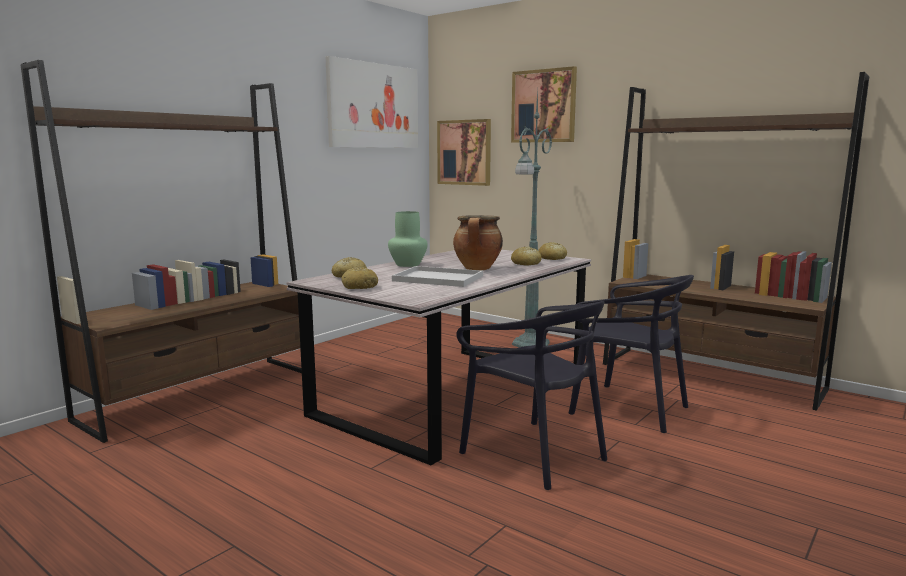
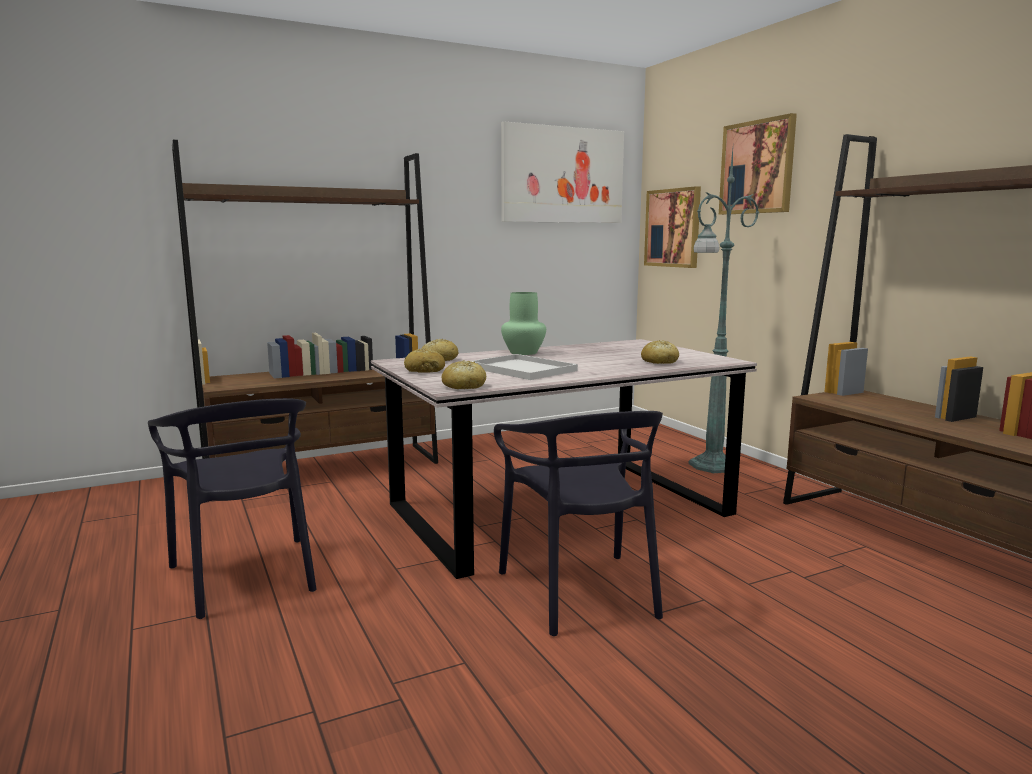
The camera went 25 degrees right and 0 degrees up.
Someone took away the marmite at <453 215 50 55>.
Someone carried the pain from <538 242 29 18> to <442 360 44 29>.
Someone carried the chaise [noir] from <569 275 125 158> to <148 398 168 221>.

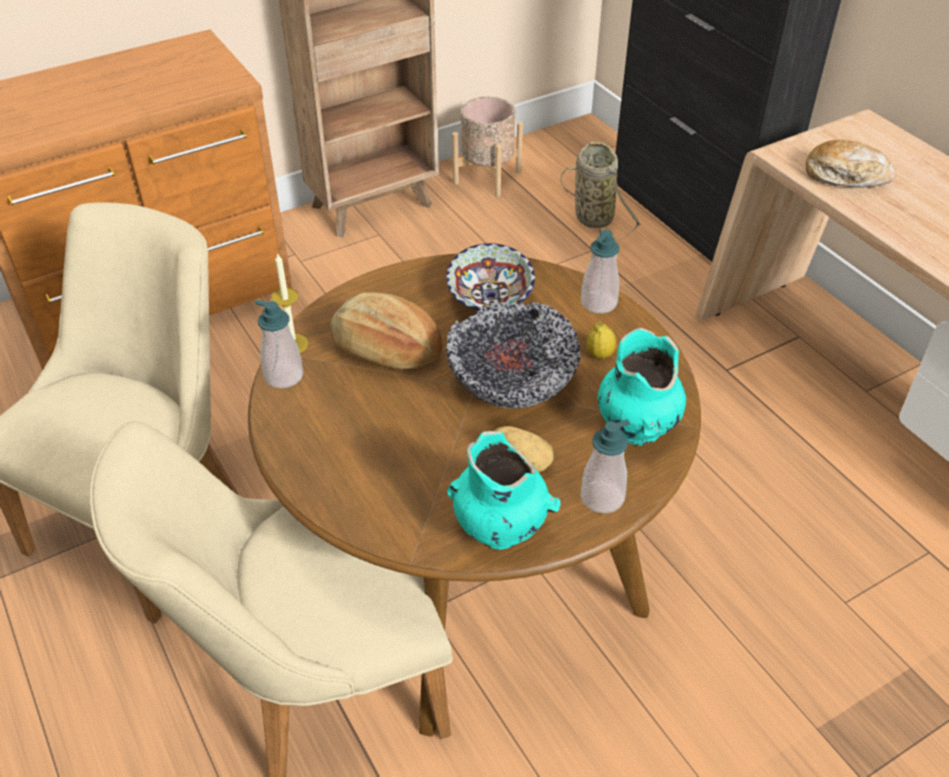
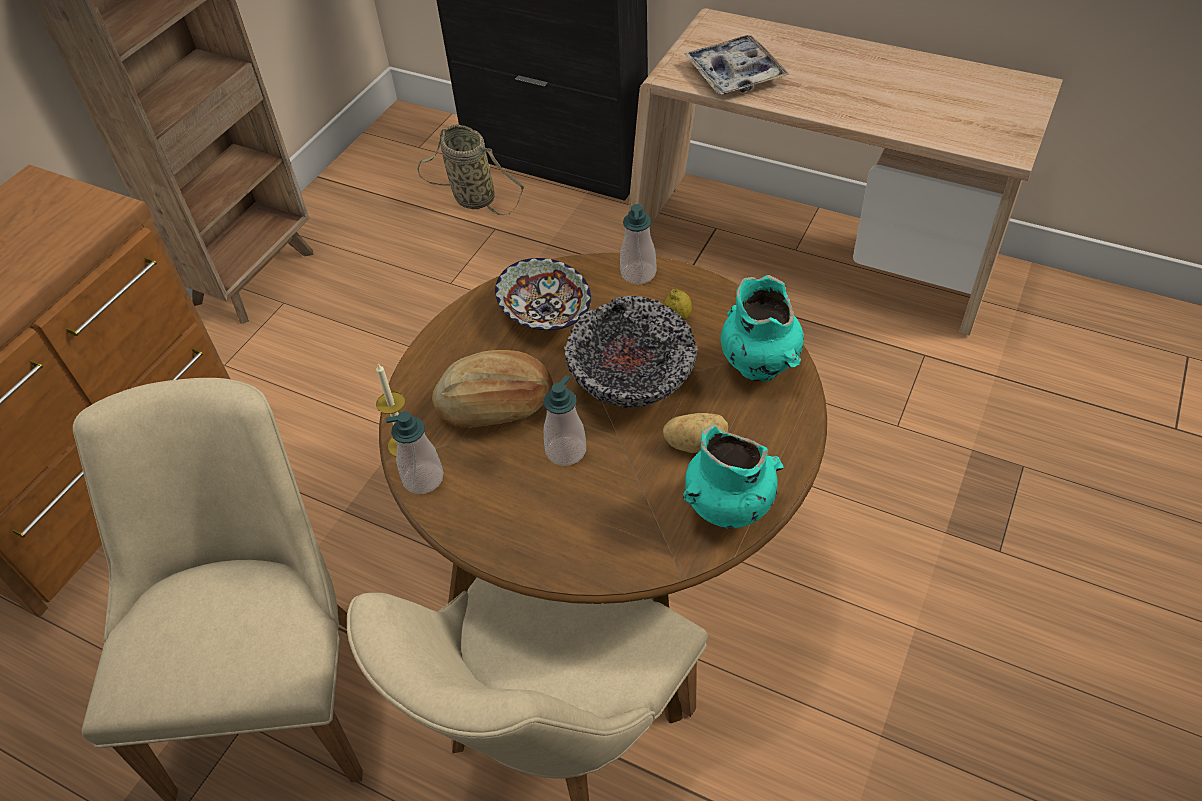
The camera went 30 degrees left and 5 degrees up.
Someone took away the cache-pot [beige] at <452 97 71 100>.
Someone carried the distributeur de savon from <581 419 49 95> to <544 375 42 91>.
Someone swapped the pain at <806 140 90 48> for the plateau at <684 35 105 60>.

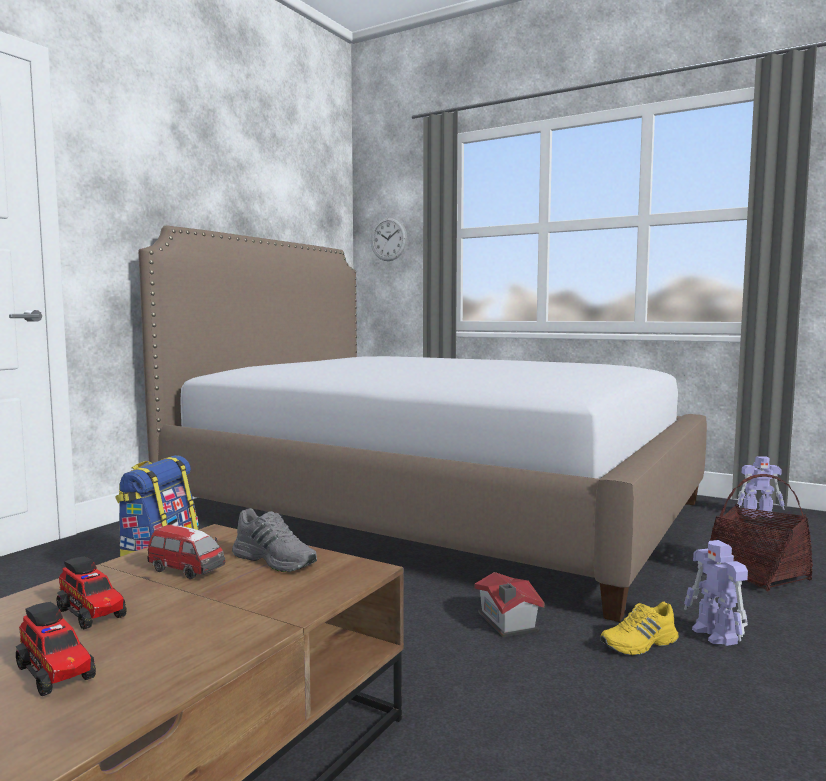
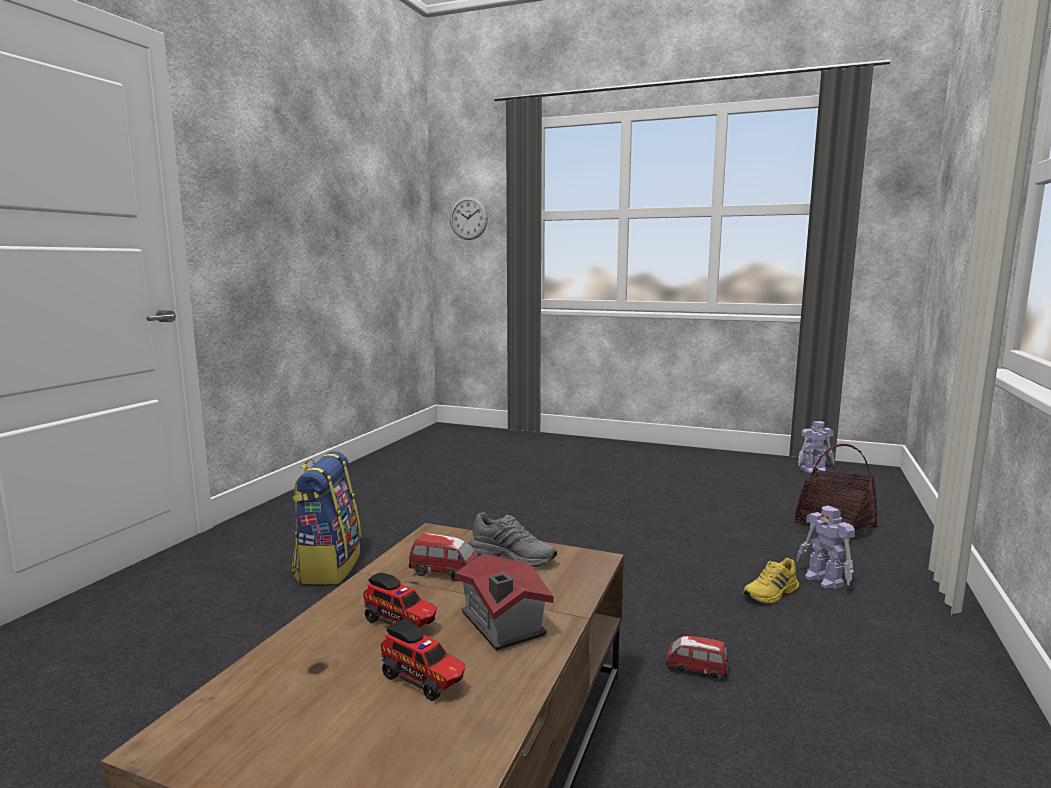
The camera went 10 degrees left and 5 degrees up.
Someone took away the lit at <138 225 569 397>.
Someone carried the maison miniature from <474 572 70 65> to <455 554 99 97>.
Someone put down the petite voiture at <666 636 62 45>.

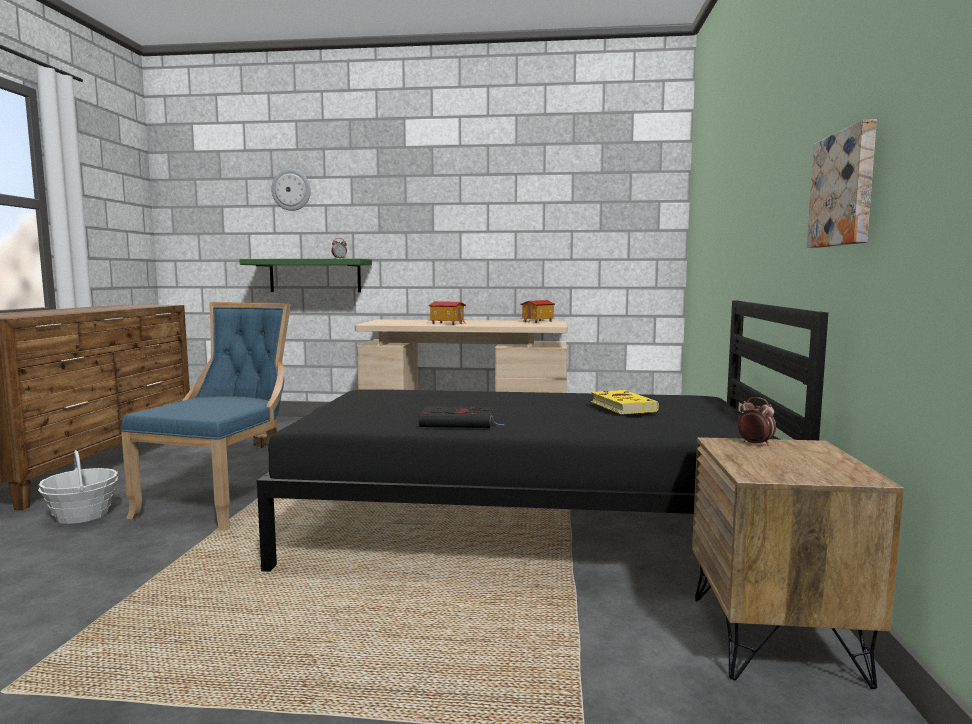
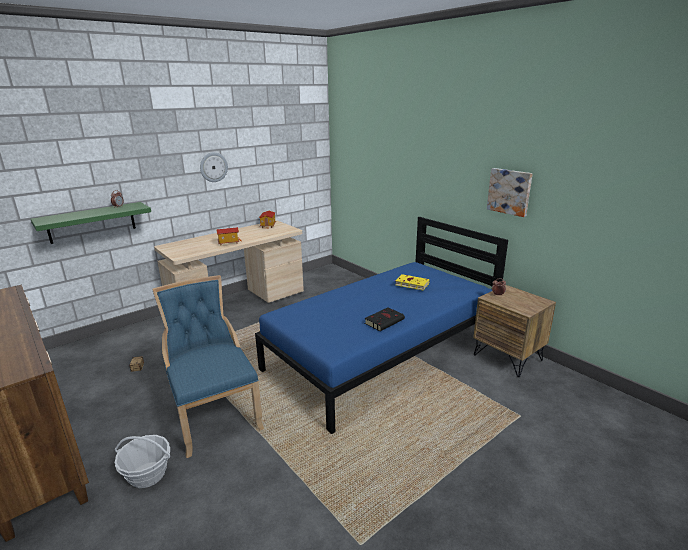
The camera went 45 degrees left and 15 degrees up.
Someone repainted the lit [noir] at <257 300 571 272>, which became the lit [bleu] at <255 217 253 217>.
Someone carried the horloge murale from <271 169 40 42> to <200 152 28 30>.

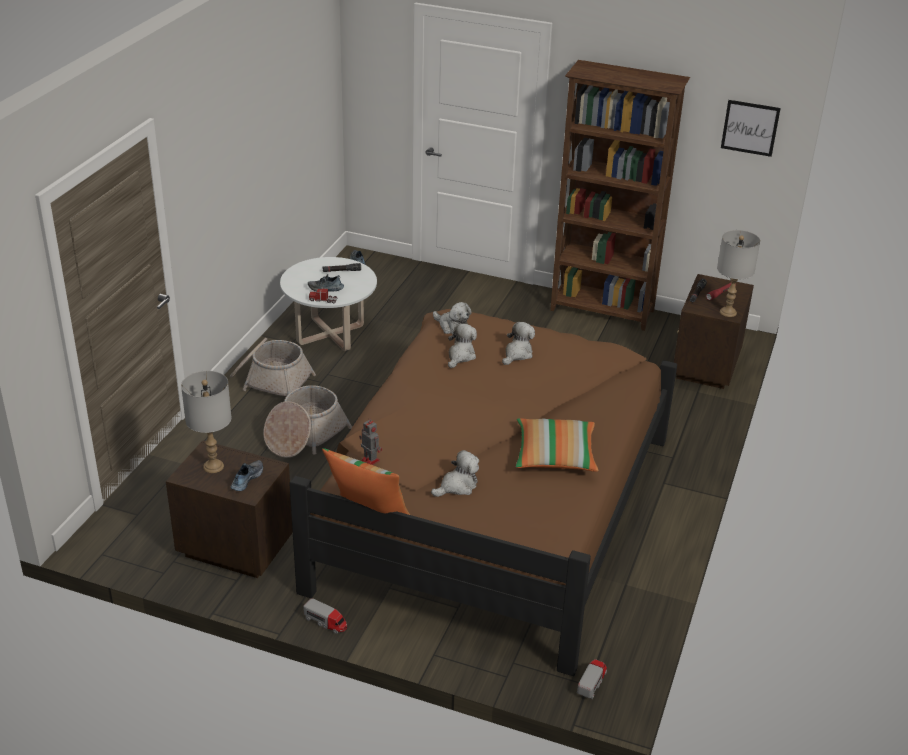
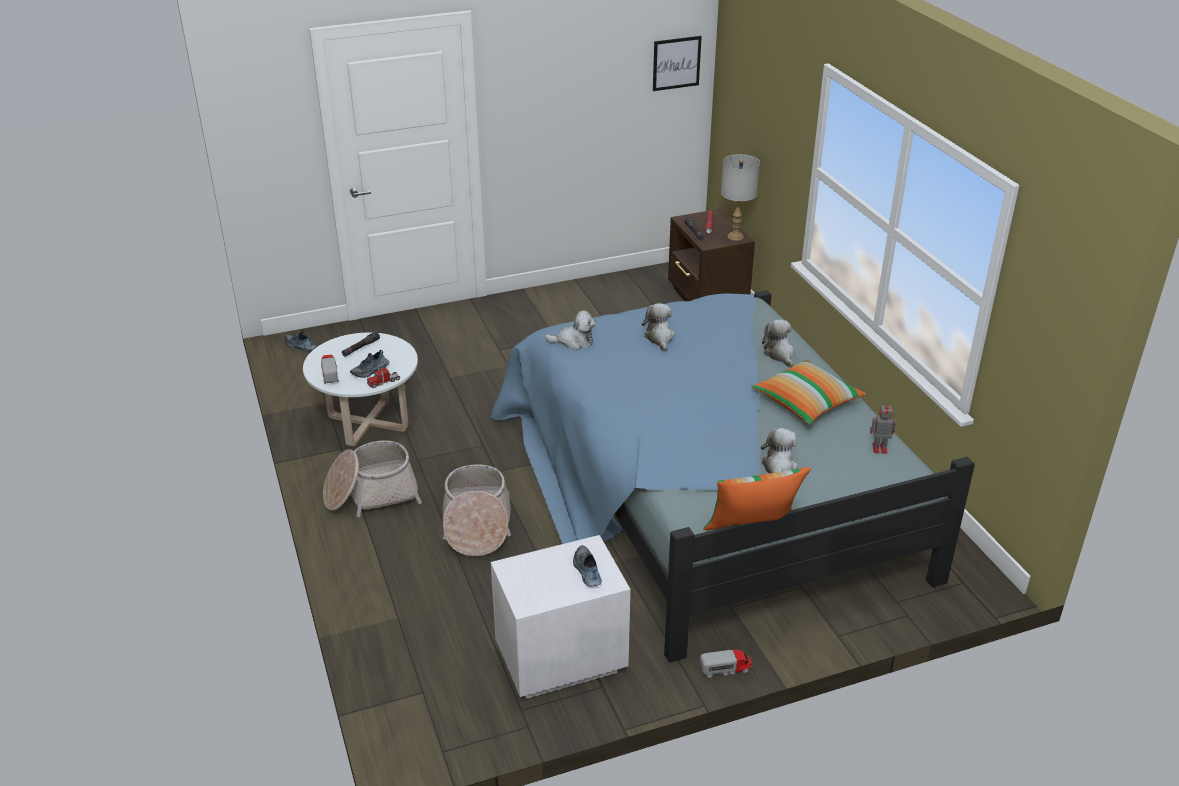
The camera went 40 degrees left and 0 degrees up.
Someone repainted the table de chevet [marron] at <166 440 127 138>, which became the table de chevet [blanc] at <491 535 140 164>.
Someone took away the lampe de table [gris] at <181 371 50 102>.
Someone repainted the lit [marron] at <289 309 388 367>, which became the lit [bleu] at <491 290 484 373>.
Someone carried the robot jouet from <359 418 23 47> to <870 402 26 52>.
Someone carried the peluche from <448 324 29 44> to <762 319 33 48>.
Someone took away the bibliothèque [marron] at <550 60 140 271>.
Someone carried the camion jouet from <577 659 30 40> to <321 354 18 30>.

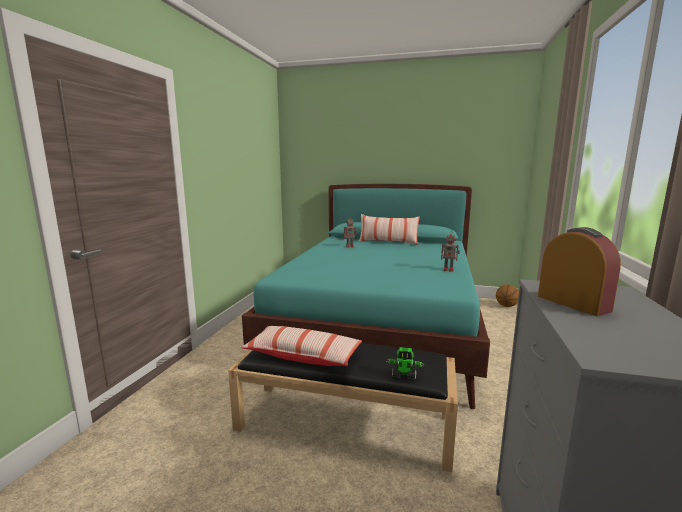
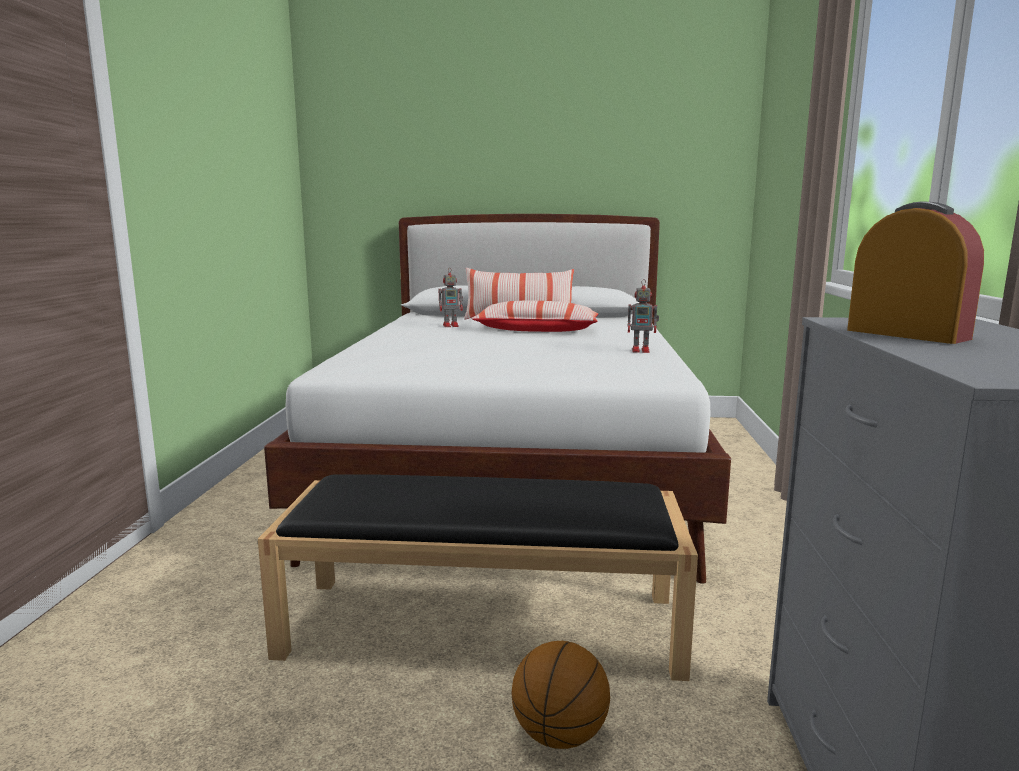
The camera went 10 degrees left and 0 degrees up.
Someone carried the coussin from <241 326 121 40> to <471 300 127 32>.
Someone repainted the lit [turquoise] at <242 184 248 225>, which became the lit [blanc] at <264 214 467 370>.
Someone took away the robot jouet at <386 347 38 34>.
Someone carried the ballon de basket from <496 285 23 22> to <512 641 98 108>.

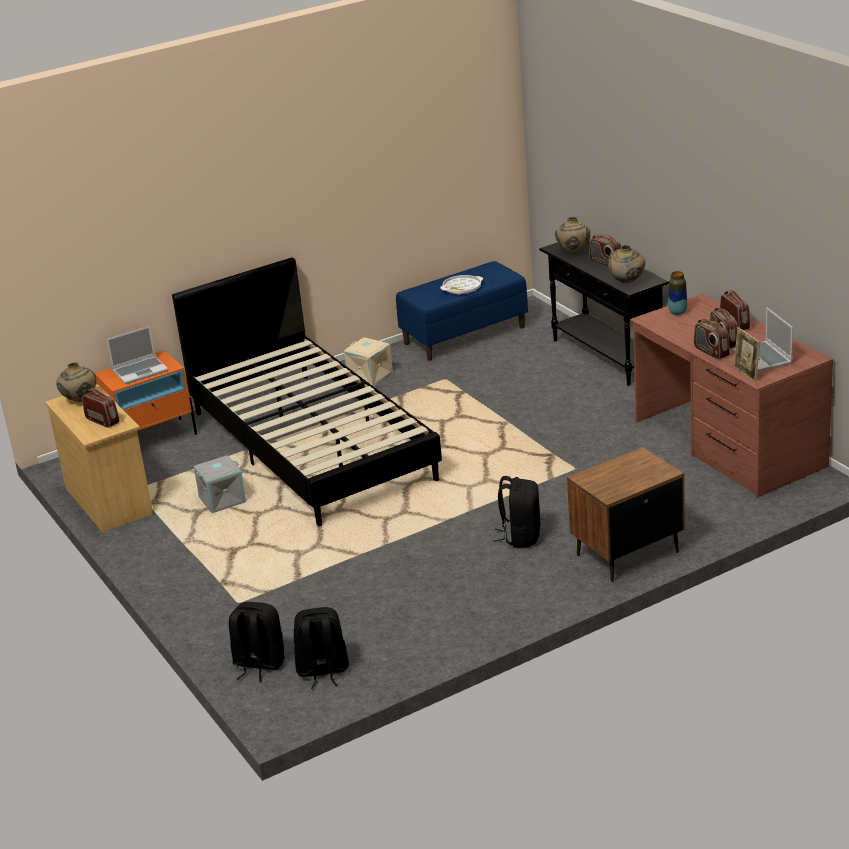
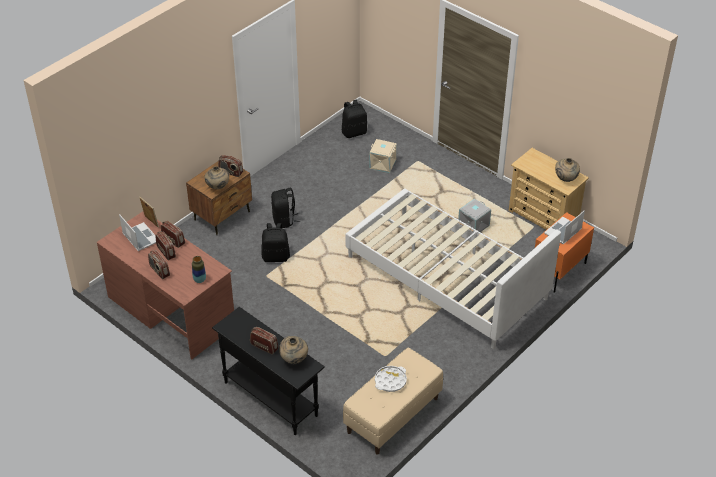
The camera went 160 degrees right and 15 degrees up.
Someone carried the radio from <82 388 38 40> to <218 155 25 22>.
Someone repainted the lit [noir] at <172 257 270 269>, which became the lit [blanc] at <345 188 216 161>.
Someone carried the sac à dos [noir] from <229 602 56 80> to <261 223 29 39>.
Someone carried the boîte de rangement [beige] from <343 337 50 50> to <369 139 28 34>.
Someone repainted the banc [bleu] at <396 261 132 100>, which became the banc [beige] at <343 348 100 106>.
Someone carried the vase [beige] from <608 245 37 38> to <204 166 25 24>.

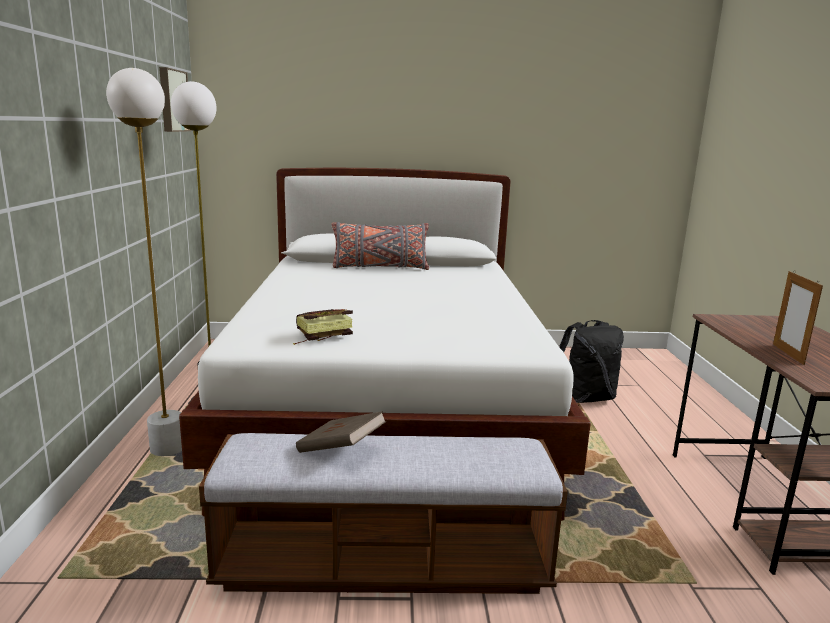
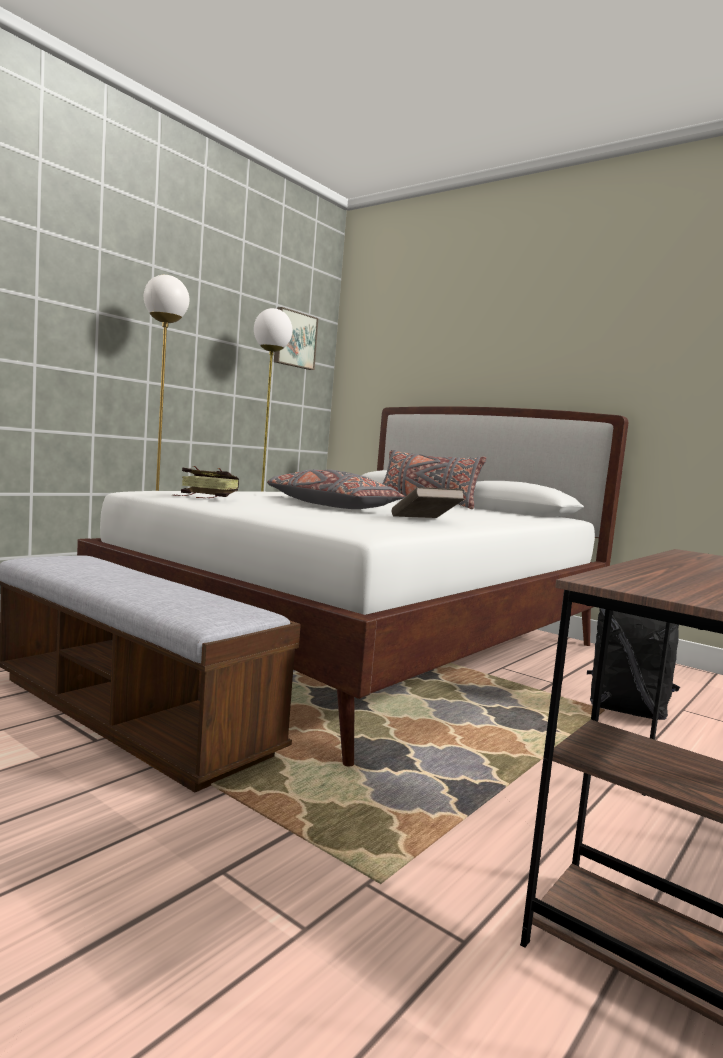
The camera went 40 degrees right and 10 degrees down.
Someone carried the livre [marron] from <296 411 90 42> to <392 487 73 31>.
Someone took away the cadre photo at <773 270 50 95>.
Someone put down the coussin [gris] at <267 469 138 40>.

